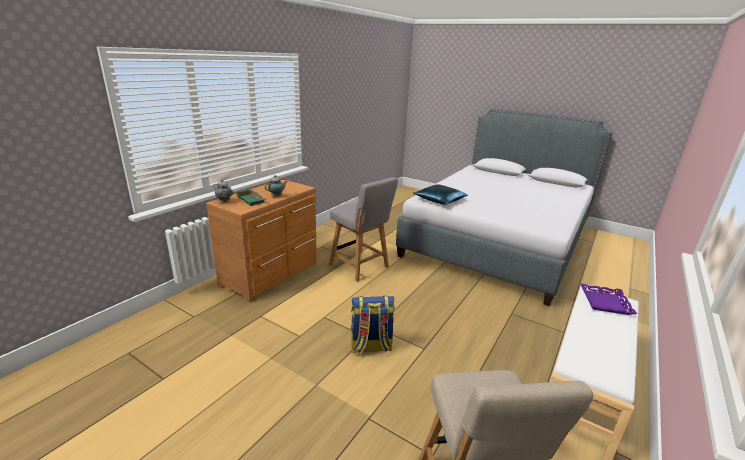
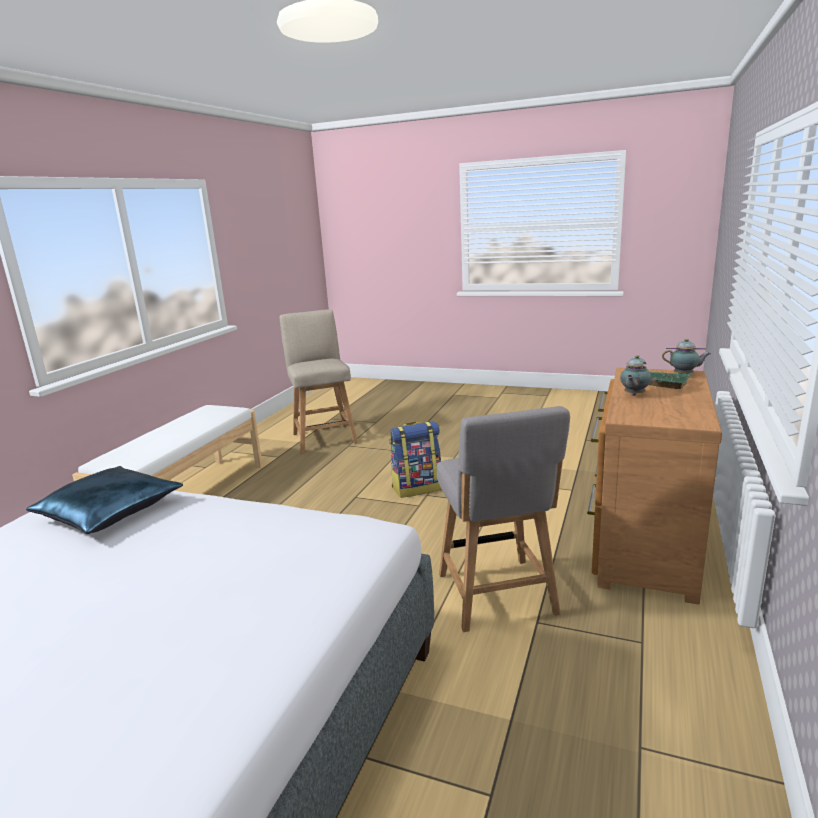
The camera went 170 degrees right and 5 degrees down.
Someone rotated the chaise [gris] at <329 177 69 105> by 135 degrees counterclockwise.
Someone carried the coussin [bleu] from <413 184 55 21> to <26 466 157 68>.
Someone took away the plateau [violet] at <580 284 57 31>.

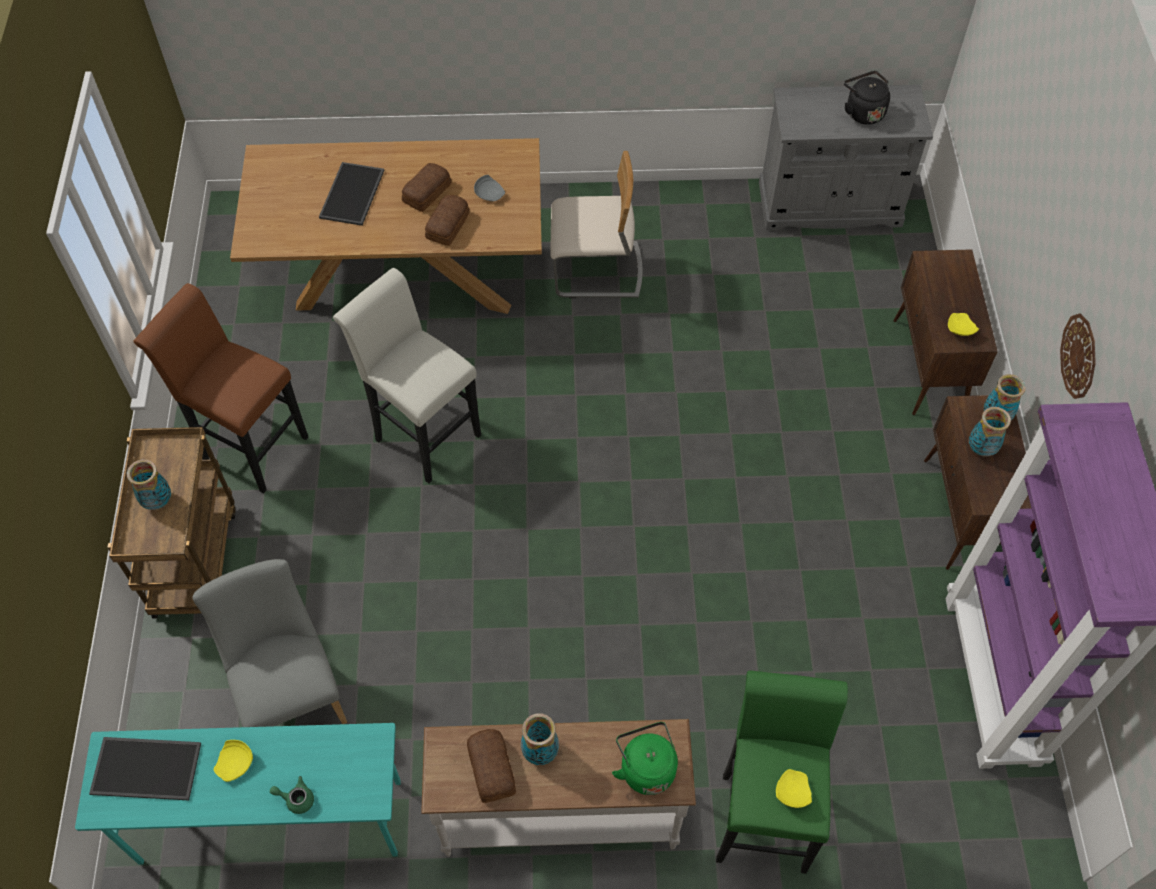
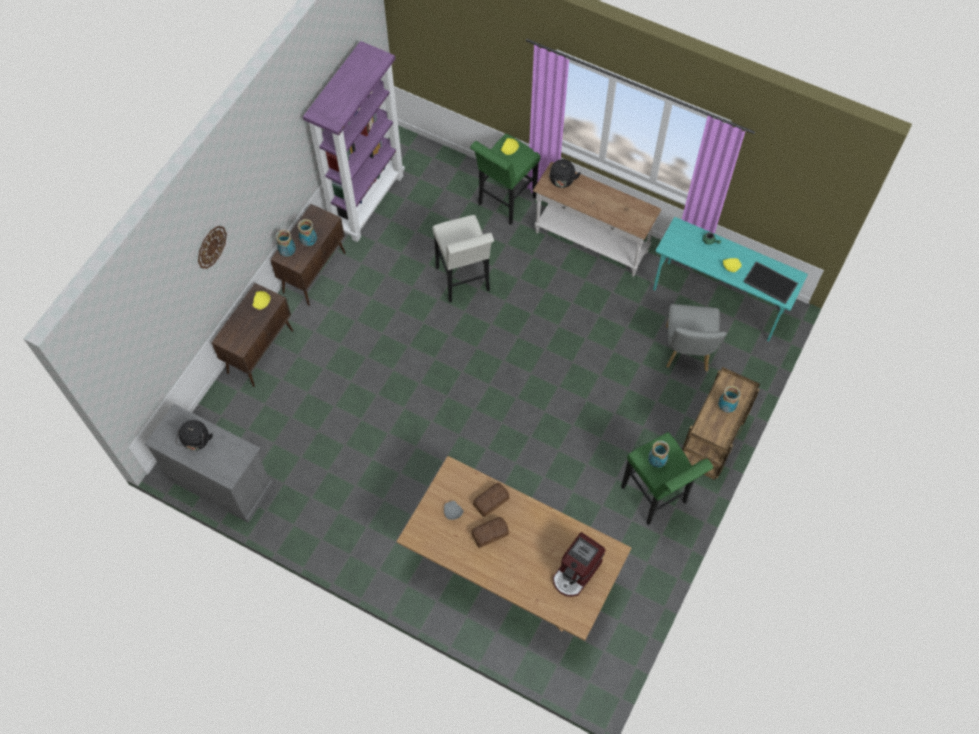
The camera went 150 degrees left and 5 degrees up.
Someone repainted the tabouret [marron] at <133 283 175 210>, which became the tabouret [vert] at <621 432 92 93>.
Someone took away the plateau at <319 162 65 64>.
Someone carried the tabouret [blanc] from <333 268 148 216> to <433 215 61 88>.
Someone took away the pain at <467 729 49 74>.
Someone carried the vase from <521 713 38 52> to <648 441 21 26>.
Someone took away the chaise [beige] at <550 151 93 147>.
Someone repainted the bouilloire [vert] at <612 722 66 73>, which became the bouilloire [noir] at <549 159 32 29>.
Someone carried the horloge murale from <1060 313 36 86> to <198 226 29 43>.
Someone put down the machine à café at <553 532 52 65>.

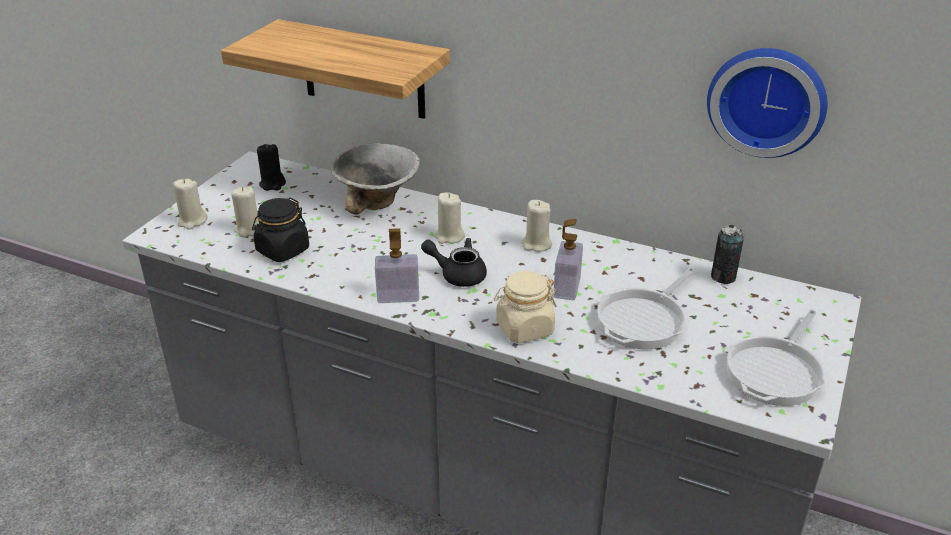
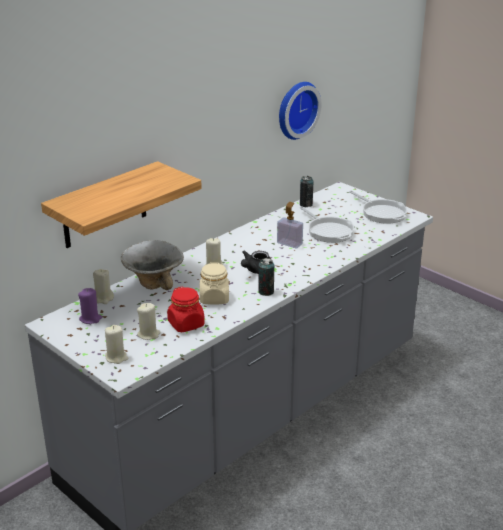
The camera went 70 degrees left and 5 degrees down.
Someone repainted the bocal [noir] at <252 198 57 64>, which became the bocal [rouge] at <167 287 38 45>.
Someone repainted the bougie [noir] at <257 144 29 47>, which became the bougie [violet] at <78 288 24 36>.
Someone swapped the distributeur de savon at <375 228 44 75> for the boîte métallique at <258 258 16 38>.
Someone carried the bocal [beige] from <494 271 63 72> to <200 262 29 43>.
Someone carried the bougie [beige] from <522 200 30 52> to <93 269 21 35>.

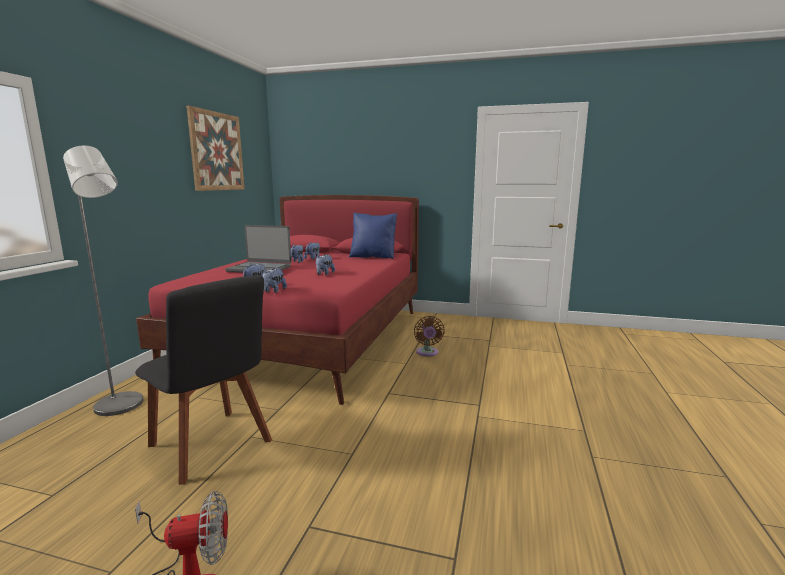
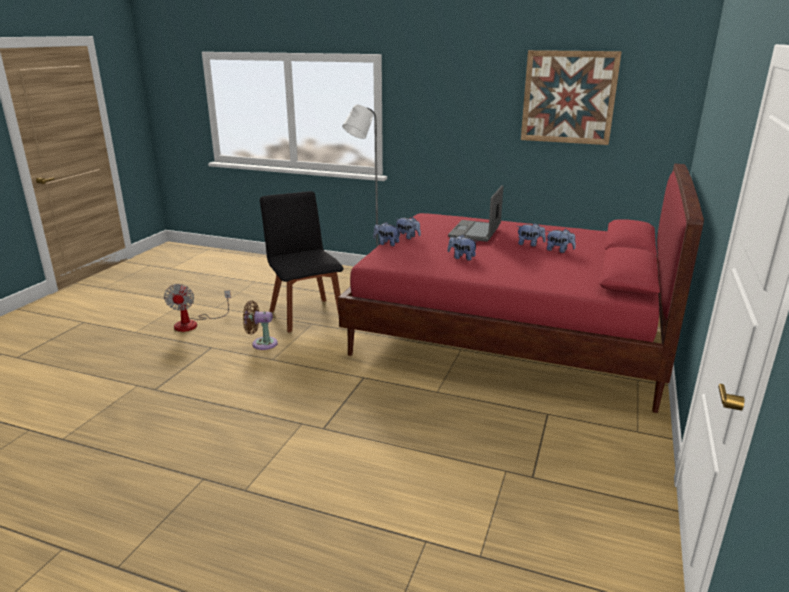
The camera went 95 degrees right and 10 degrees up.
Someone rotated the chaise [noir] at <135 275 137 210> by 105 degrees clockwise.
Someone took away the coussin [bleu] at <349 213 48 46>.
Someone carried the ventilateur [marron] from <414 316 30 41> to <243 300 35 50>.

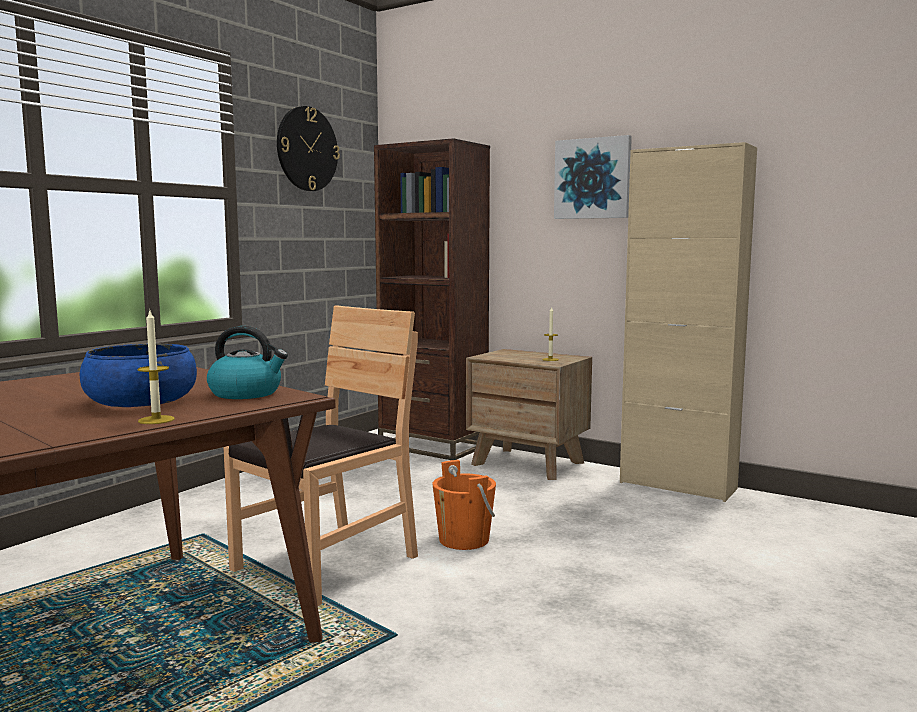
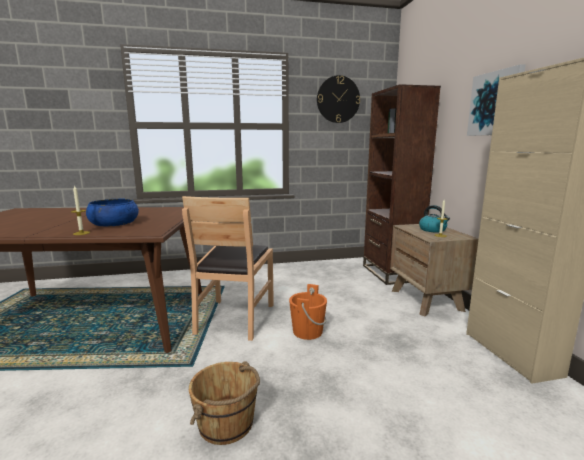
The camera went 45 degrees right and 5 degrees up.
Someone carried the bouilloire from <207 326 81 73> to <419 205 31 27>.
Someone rotated the chaise [marron] at <223 305 195 301> by 105 degrees clockwise.
Someone put down the seau [marron] at <189 362 71 83>.

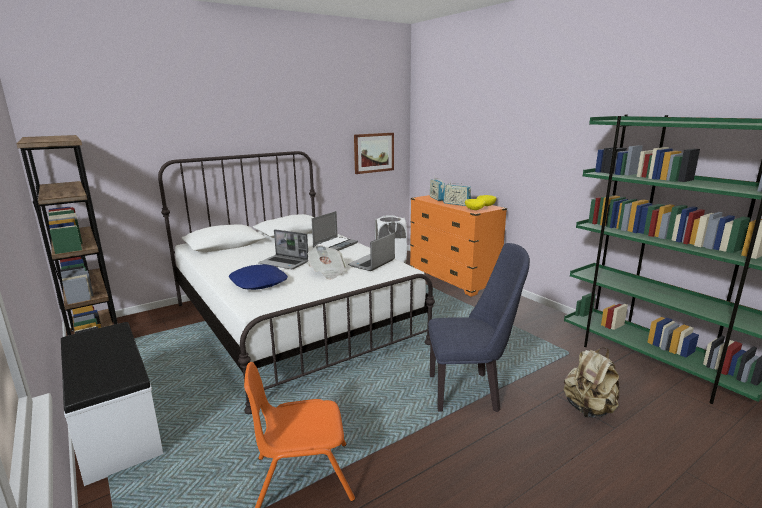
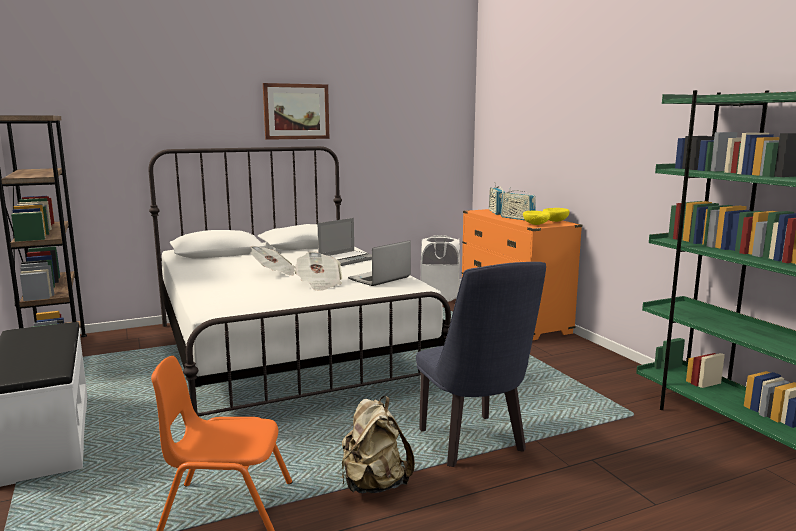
The camera went 10 degrees right and 5 degrees down.
Someone took away the coussin [bleu] at <229 264 59 26>.
Someone swapped the ordinateur portable at <258 229 50 40> for the journal at <250 246 46 30>.
Someone carried the tableau from <354 133 40 41> to <263 83 66 57>.
Someone rotated the chaise [bleu] at <428 243 102 169> by 60 degrees clockwise.
Someone carried the sac à dos [beige] from <564 348 55 70> to <342 396 73 97>.

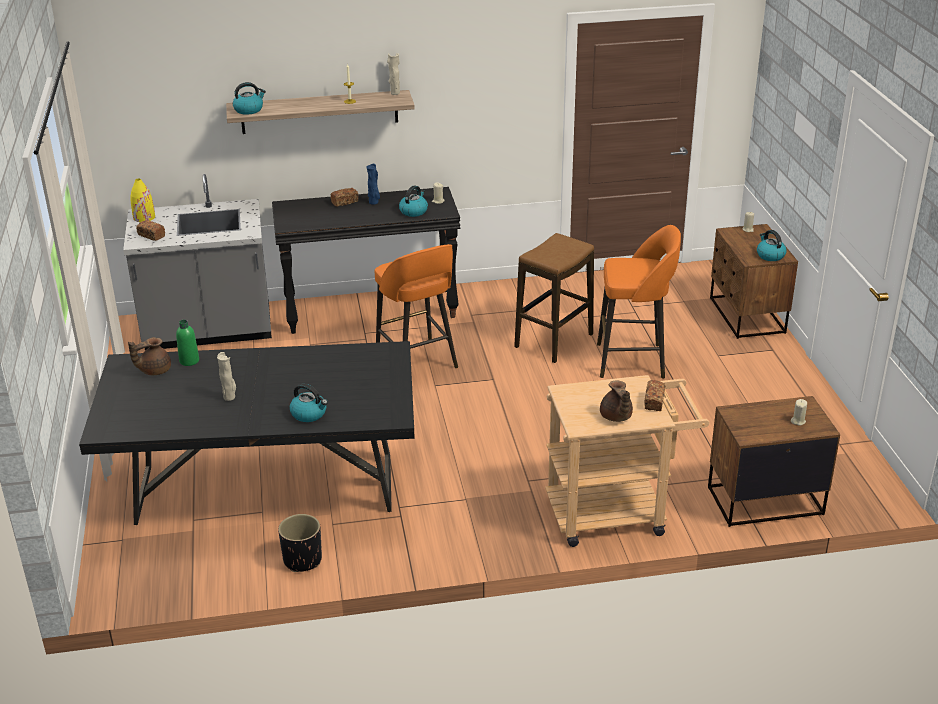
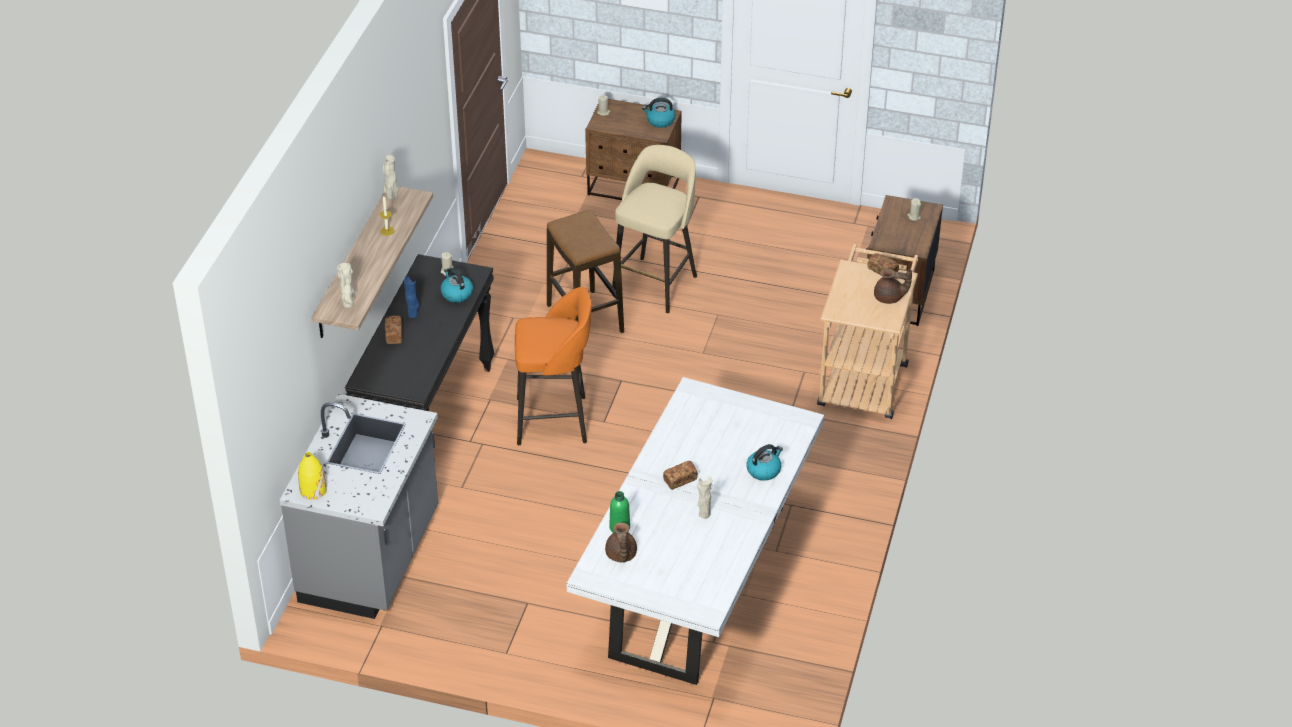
The camera went 65 degrees left and 10 degrees up.
Someone repainted the table à manger [noir] at <79 341 336 184>, which became the table à manger [blanc] at <566 377 258 308>.
Someone carried the pain from <136 220 29 21> to <663 461 35 29>.
Someone swapped the bouilloire at <233 82 33 33> for the vase [beige] at <337 263 17 45>.
Someone took away the cache-pot [noir] at <278 514 44 58>.
Someone repainted the tabouret [orange] at <597 225 84 154>, which became the tabouret [beige] at <612 145 85 168>.

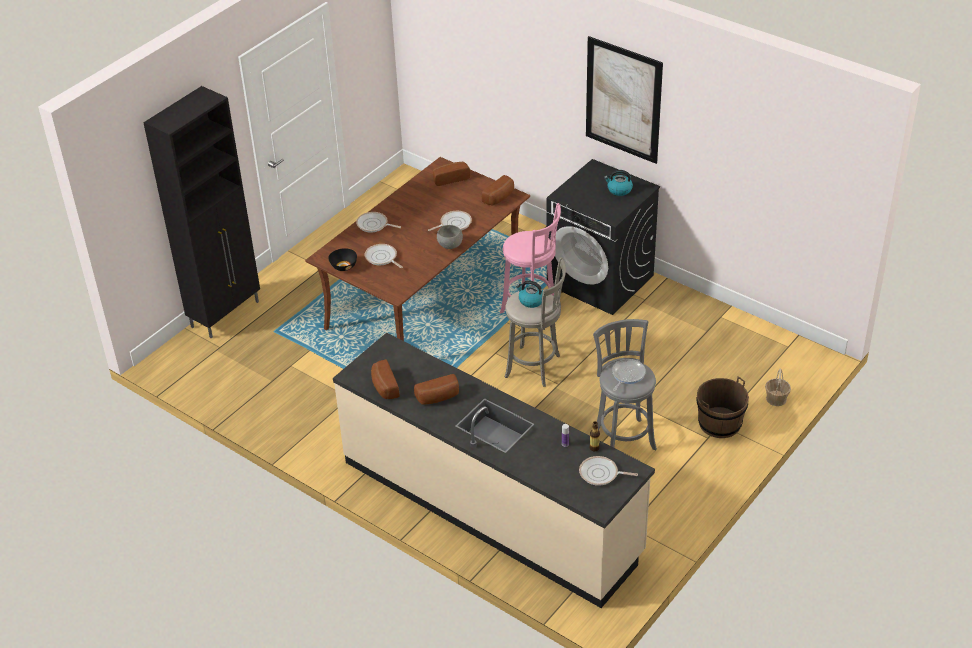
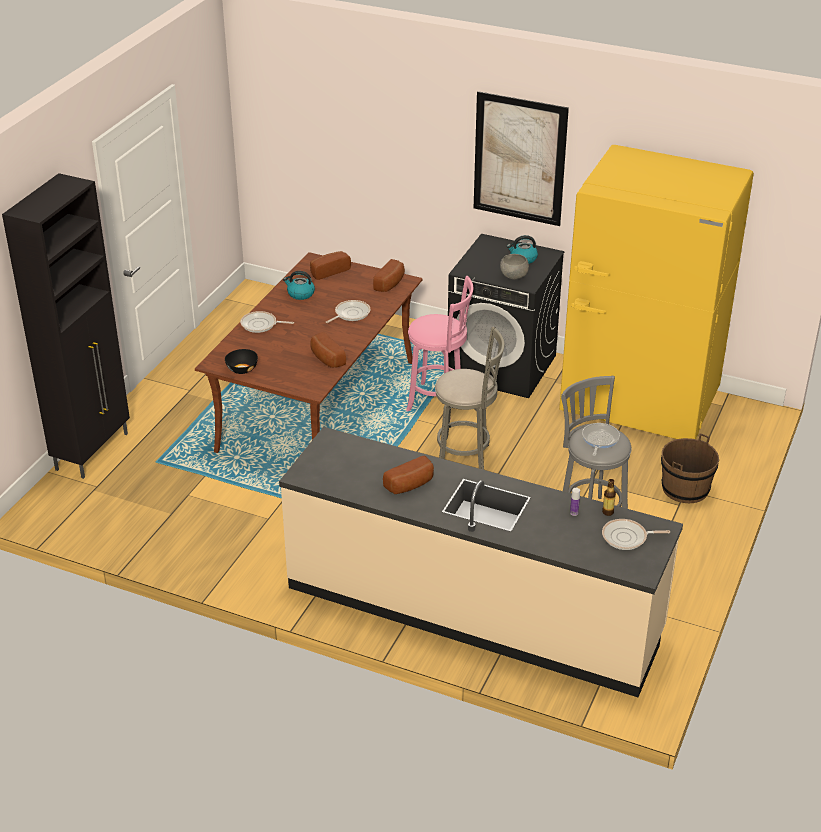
The camera went 15 degrees left and 5 degrees down.
Someone took away the poêle at <365 244 38 24>.
Someone carried the pain from <371 359 28 40> to <310 332 36 36>.
Someone carried the bol [gris] from <437 225 26 24> to <500 254 29 26>.
Someone carried the bouilloire from <516 280 27 28> to <283 271 32 29>.
Someone took away the panier at <765 368 26 38>.
Someone put down the réfrigérateur [jaune] at <559 145 195 294>.

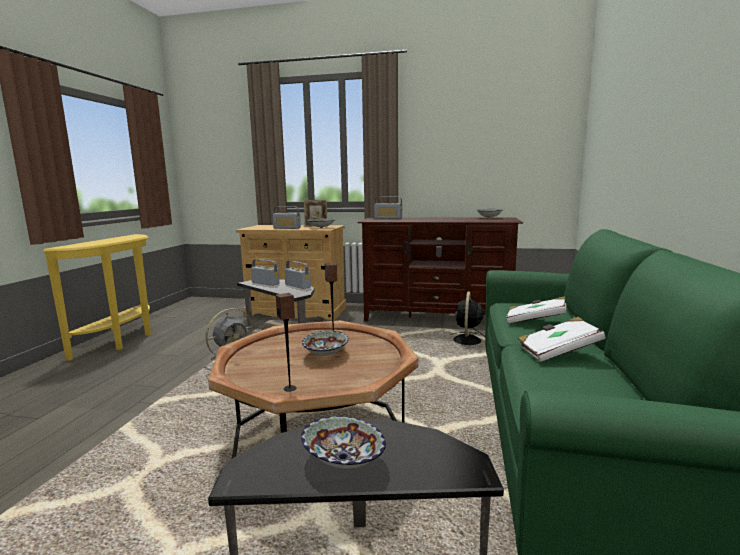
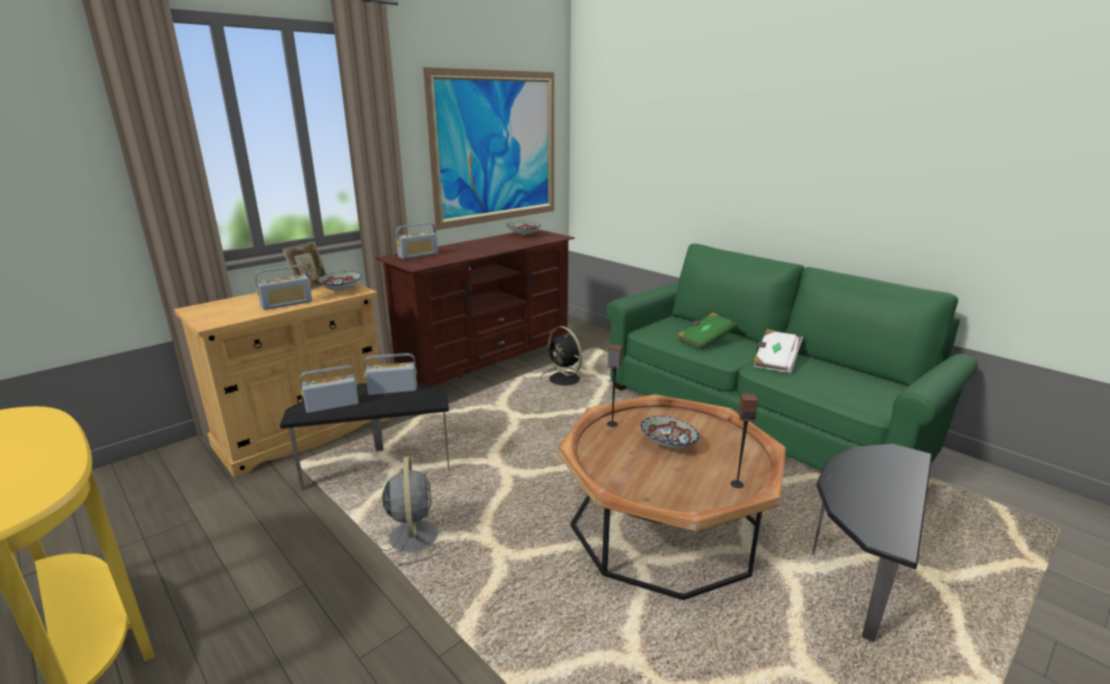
The camera went 55 degrees left and 10 degrees up.
Someone took away the bol at <301 416 85 53>.
Someone repainted the livre [blanc] at <507 296 59 28>, which became the livre [vert] at <678 313 59 37>.
Someone put up the tableau at <423 67 131 163>.

